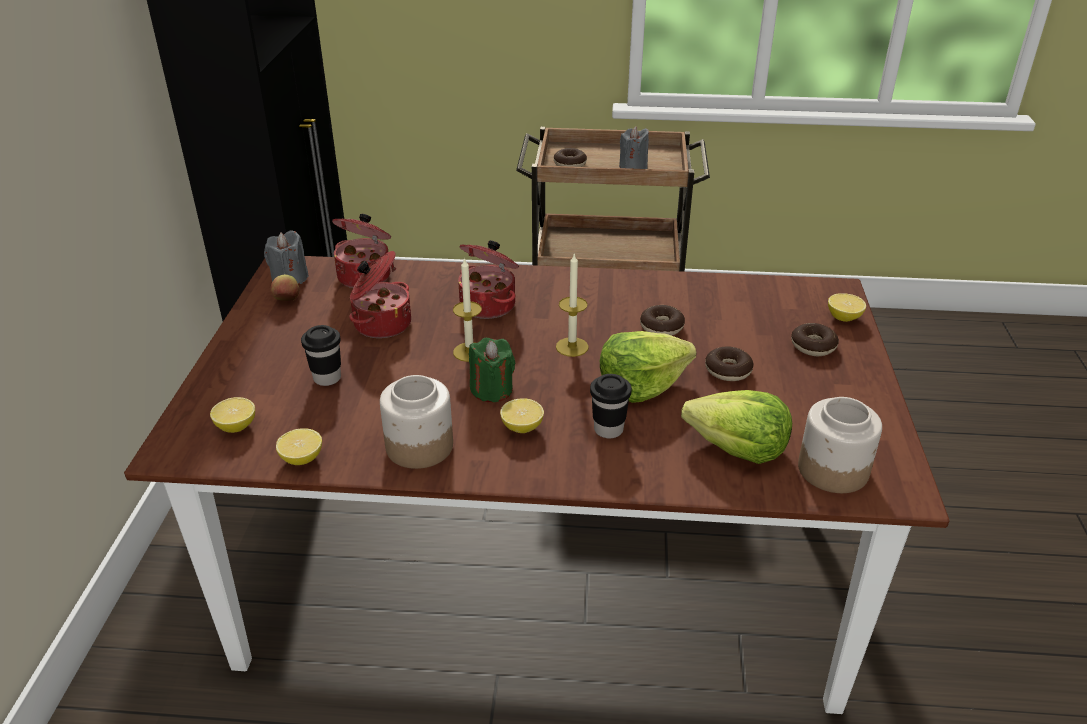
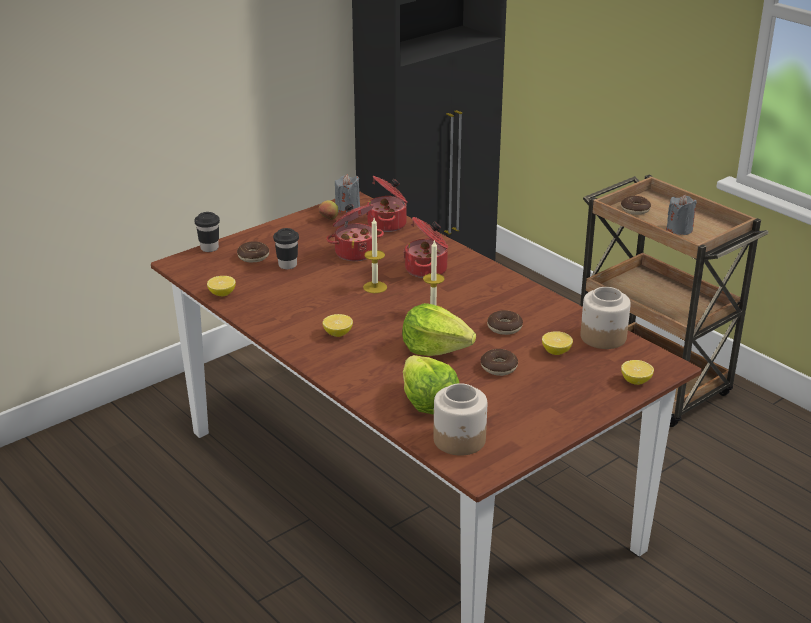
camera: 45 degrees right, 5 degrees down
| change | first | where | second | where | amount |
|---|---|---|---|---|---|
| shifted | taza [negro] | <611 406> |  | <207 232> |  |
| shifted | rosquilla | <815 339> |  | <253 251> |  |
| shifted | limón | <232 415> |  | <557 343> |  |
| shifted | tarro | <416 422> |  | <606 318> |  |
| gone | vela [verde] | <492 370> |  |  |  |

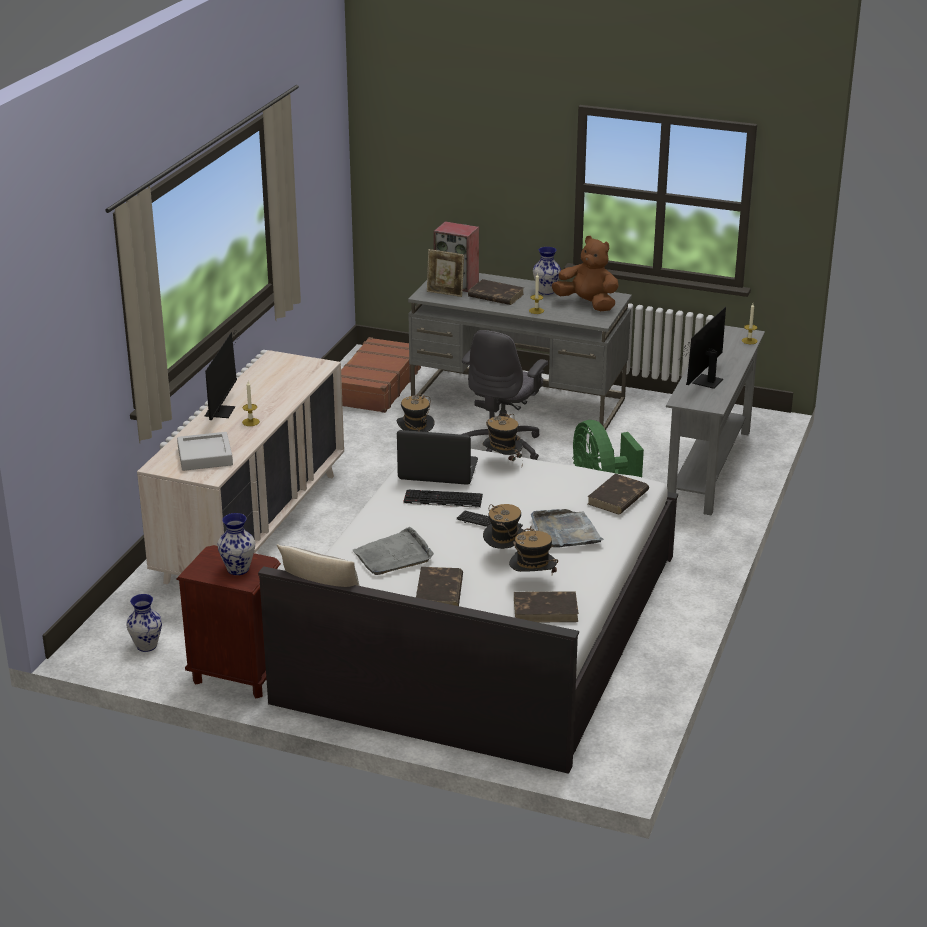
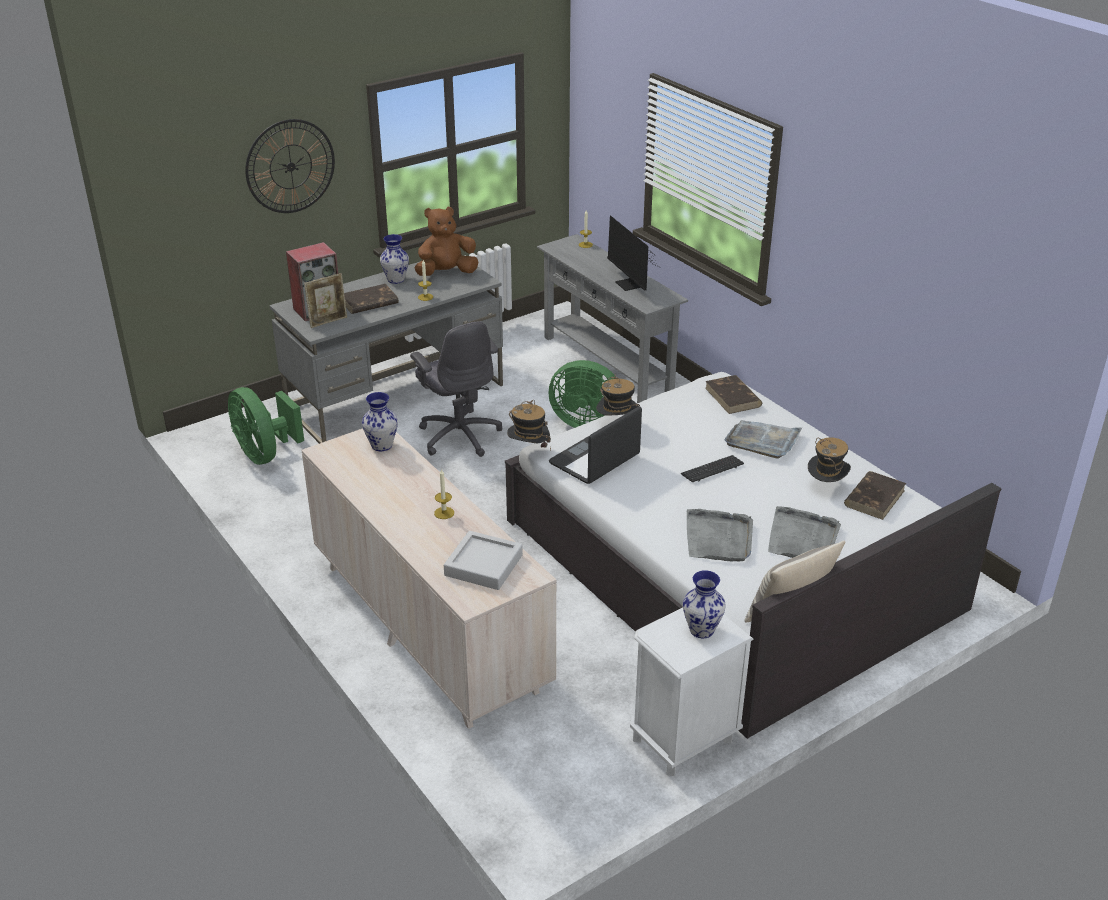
camera: 55 degrees left, 5 degrees up
| change | first | where | second | where | amount |
|---|---|---|---|---|---|
| swapped | maleta [marrón] | <381 375> | ventilador [verde] | <266 426> |  |
| new |  |  | reloj de pared | <290 166> |  |
| shifted | florero | <144 623> |  | <380 421> |  |
| repainted | mesita de noche [marrón] | <228 621> | mesita de noche [blanco] | <691 692> |  |
| swapped | libro [marrón] | <439 586> | bandeja [gris] | <804 532> |  |
| gone | monitor | <223 374> |  |  |  |
| gone | teclado | <443 498> |  |  |  |
| gone | sombrero | <504 526> |  |  |  |

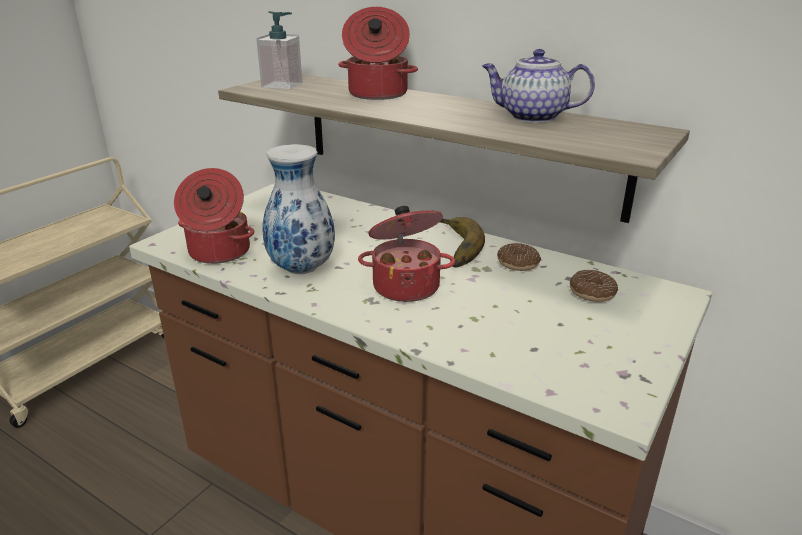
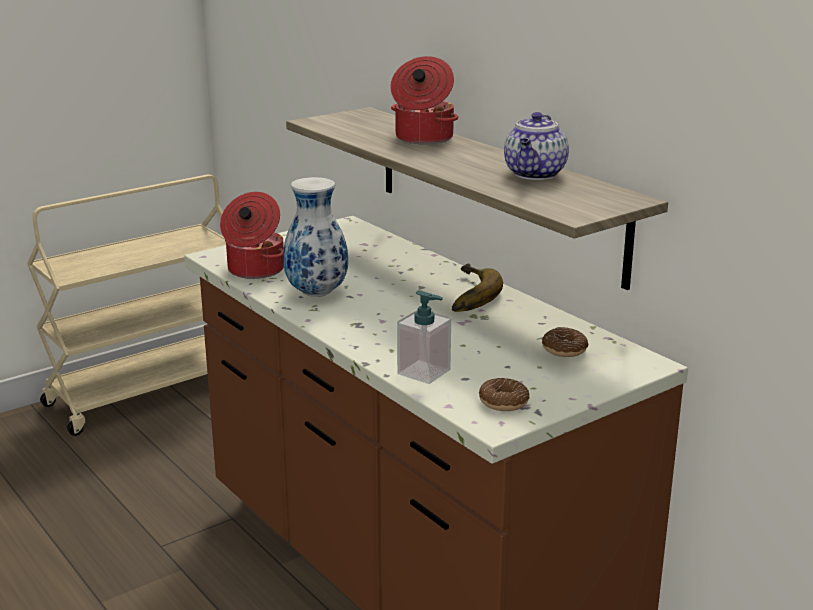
camera: 20 degrees right, 5 degrees down
| change | first | where | second | where | amount |
|---|---|---|---|---|---|
| shifted | dispensador de jabón | <279 50> |  | <424 337> |  |
| shifted | rosquilla | <519 257> |  | <504 394> |  |
| rotated | tetera | <538 86> |  | <536 146> | 105 degrees counterclockwise |
| gone | olla | <406 254> |  |  |  |

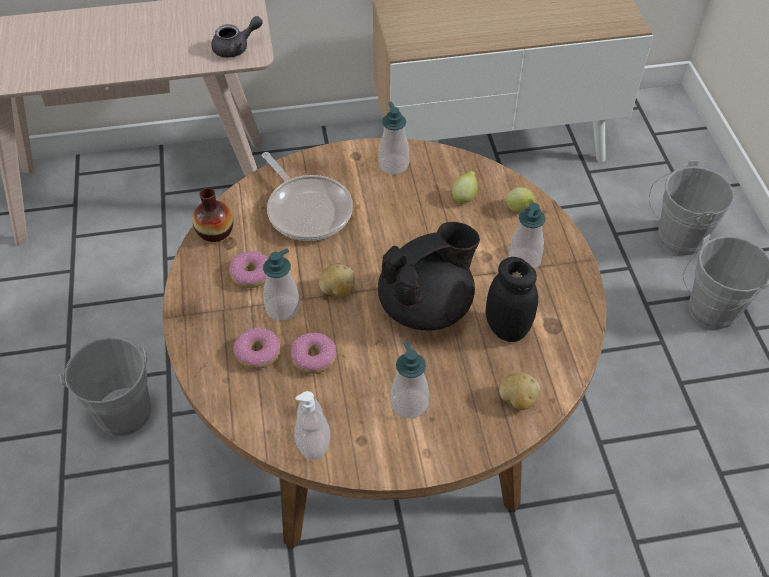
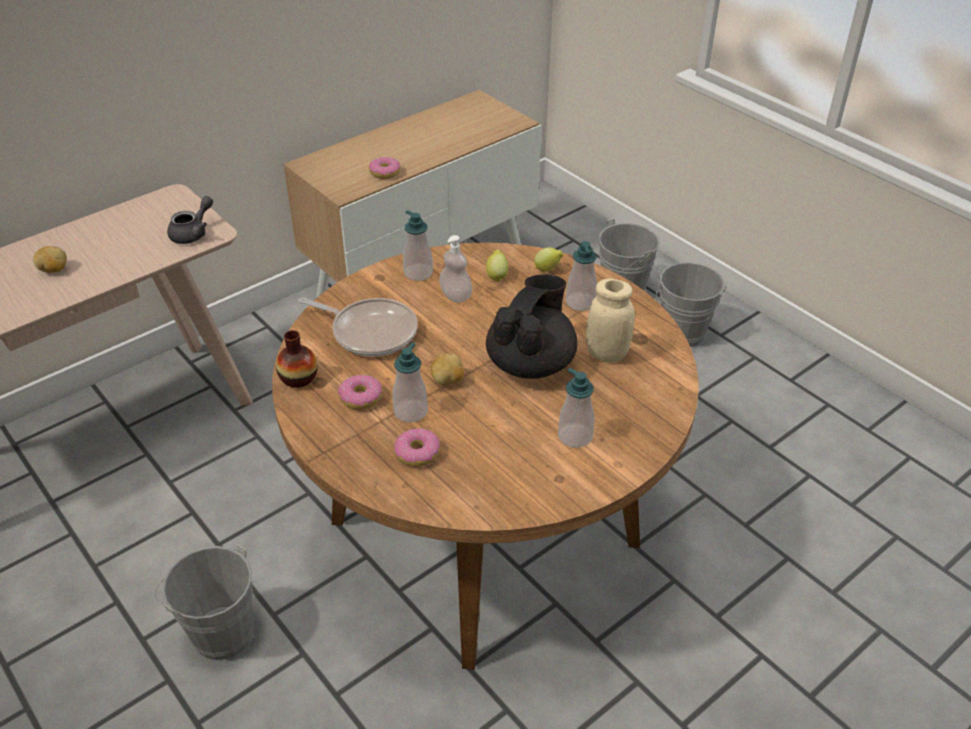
camera: 30 degrees left, 10 degrees down
| change | first | where | second | where | amount |
|---|---|---|---|---|---|
| shifted | patata | <519 391> |  | <50 259> |  |
| shifted | rosquilla | <313 353> |  | <385 168> |  |
| shifted | dispensador de jabón | <312 425> |  | <455 269> |  |
| repainted | tarro [negro] | <511 299> | tarro [beis] | <610 320> |  |

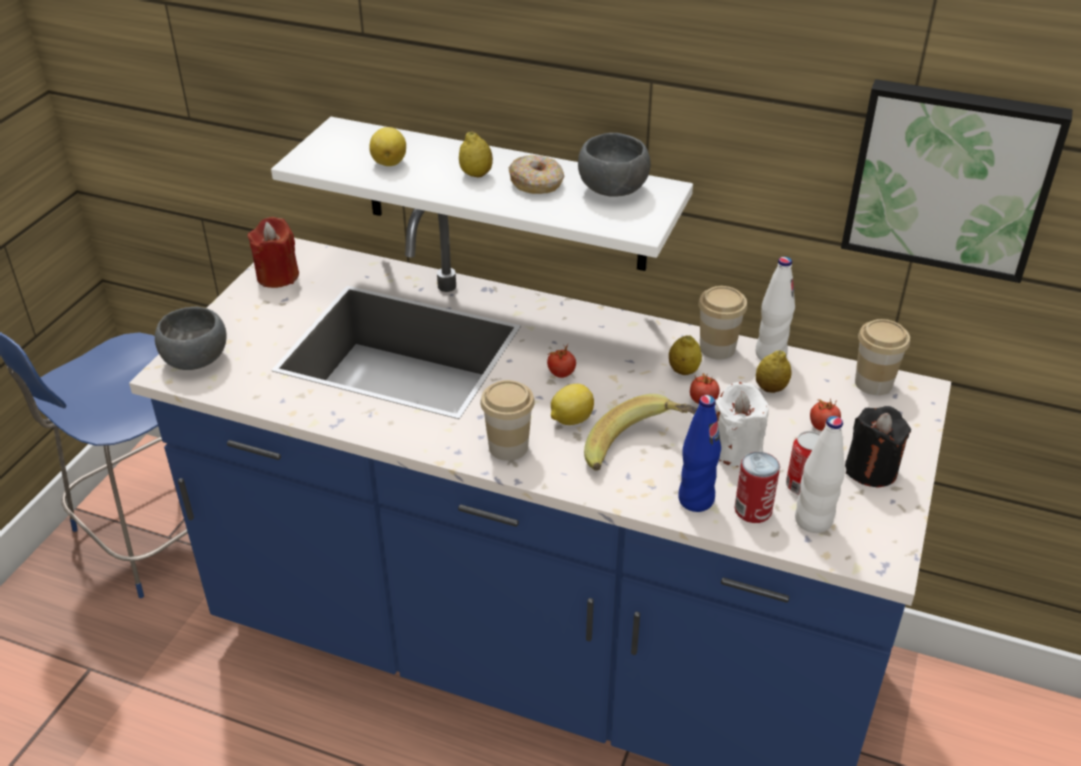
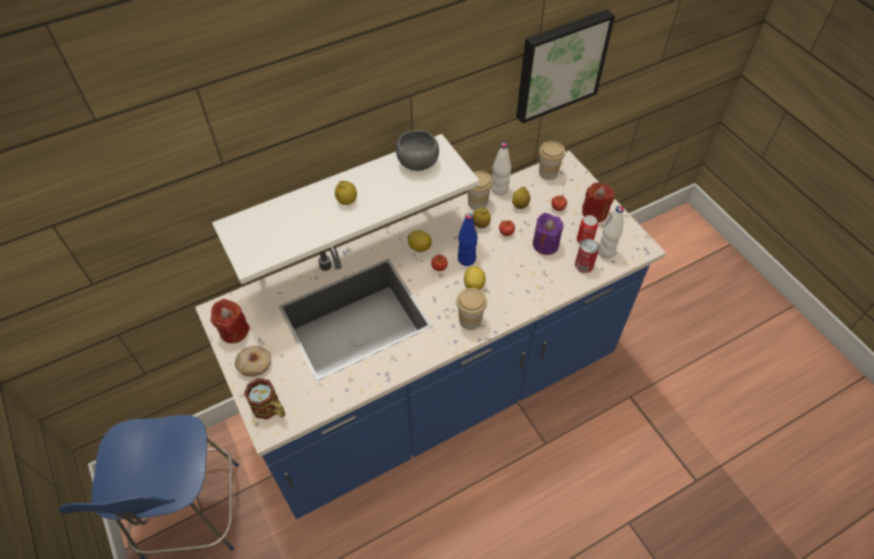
camera: 50 degrees left, 15 degrees up
| change | first | where | second | where | amount |
|---|---|---|---|---|---|
| shifted | rosquilla | <537 174> |  | <253 361> |  |
| swapped | cuenco [gris] | <191 338> | taza grande | <264 399> |  |
| shifted | limón | <387 146> |  | <420 241> |  |
| shifted | botella [azul] | <699 453> |  | <468 239> |  |
| repainted | vela [blanco] | <742 424> | vela [morado] | <548 233> |  |
| repainted | vela [negro] | <878 446> | vela [rojo] | <598 202> |  |
| gone | plátano | <641 432> |  |  |  |

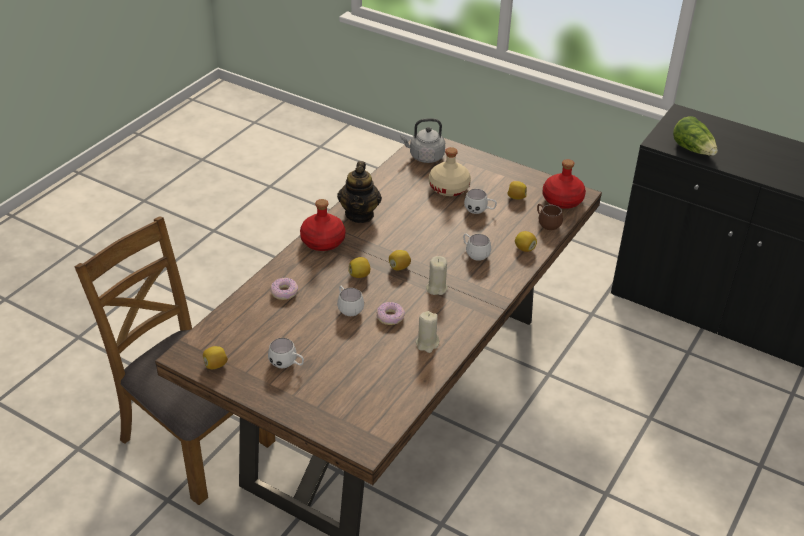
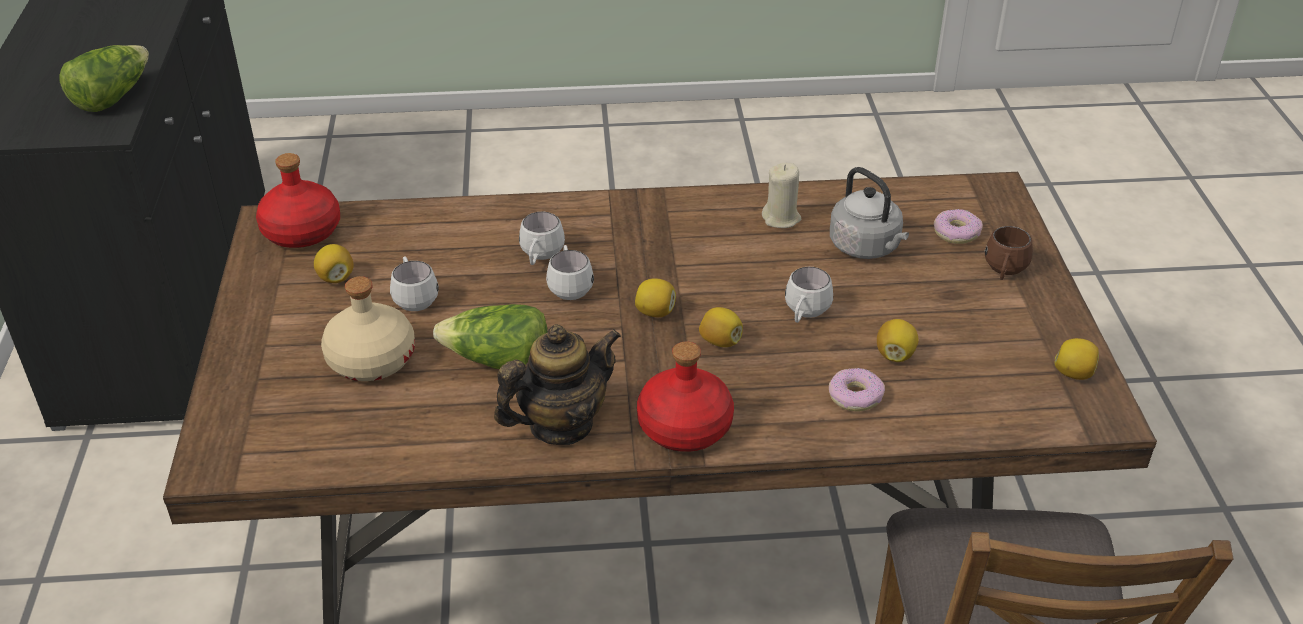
camera: 125 degrees left, 0 degrees up
| change | first | where | second | where | amount |
|---|---|---|---|---|---|
| new |  |  | lechuga | <490 336> |  |
| shifted | taza grande [blanco] | <286 353> |  | <570 272> |  |
| shifted | hervidor [gris] | <422 140> |  | <869 213> |  |
| shifted | limón | <526 241> |  | <898 340> |  |
| shifted | rosquilla | <391 313> |  | <958 226> |  |
| shifted | taza grande [marrón] | <550 217> |  | <1009 253> |  |
| gone | vela [beis] | <437 275> |  |  |  |

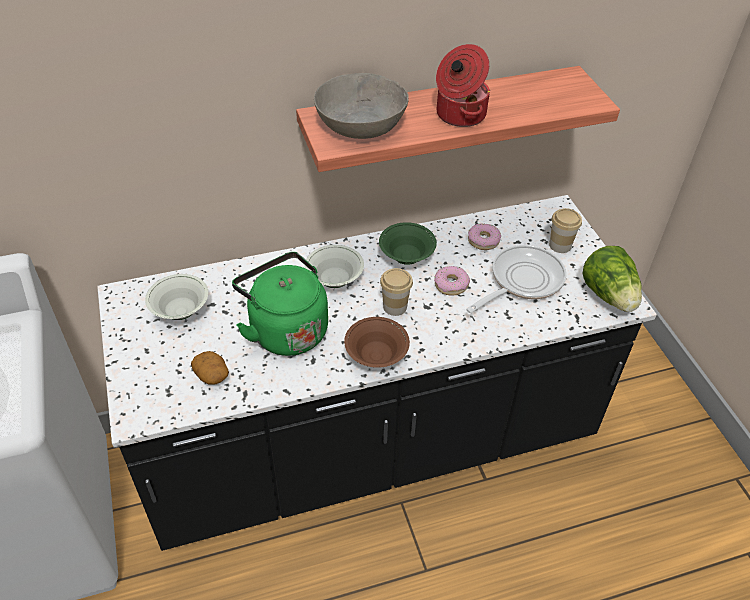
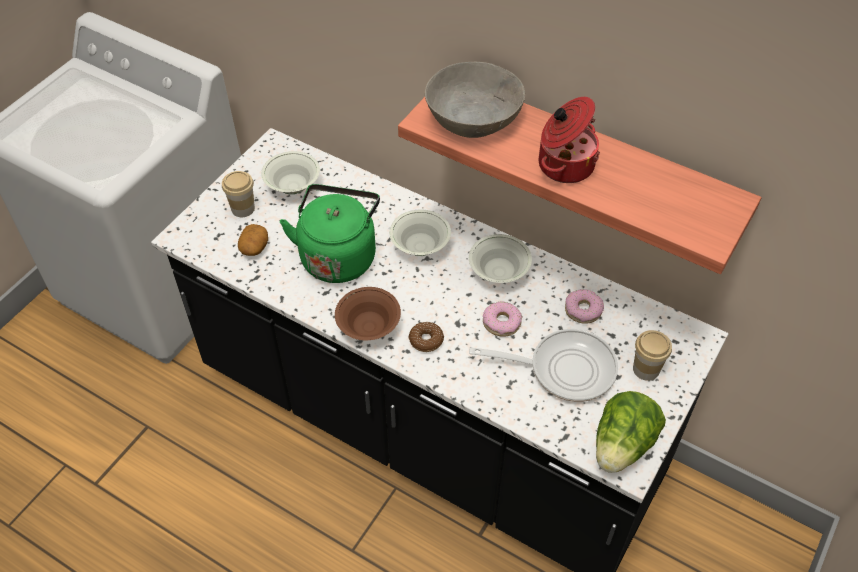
camera: 50 degrees right, 5 degrees up
| change | first | where | second | where | amount |
|---|---|---|---|---|---|
| shifted | taza | <396 292> |  | <238 194> |  |
| new |  |  | rosquilla | <426 337> |  |
| repainted | cuenco [verde] | <408 243> | cuenco [blanco] | <500 258> |  |

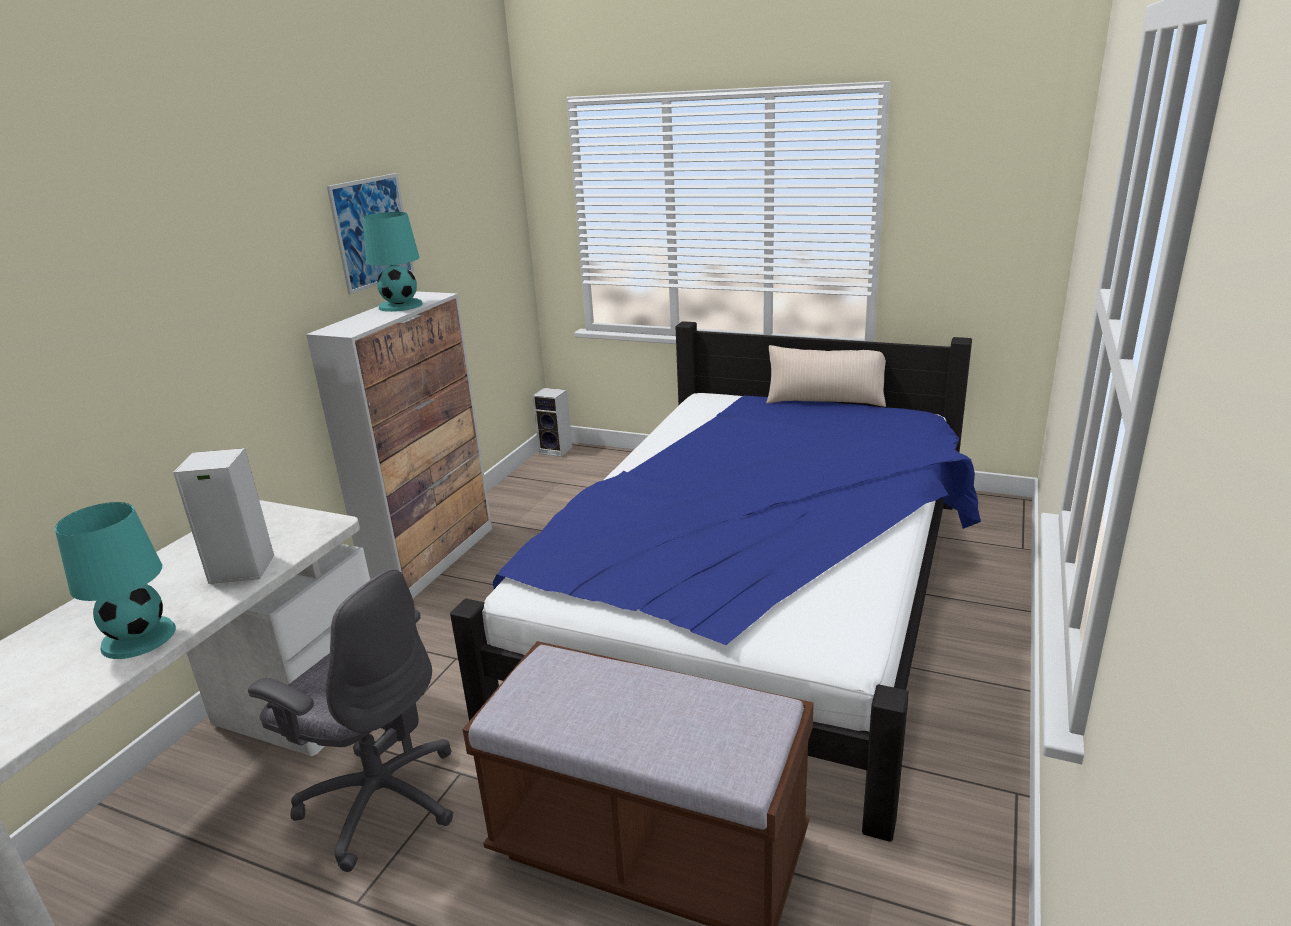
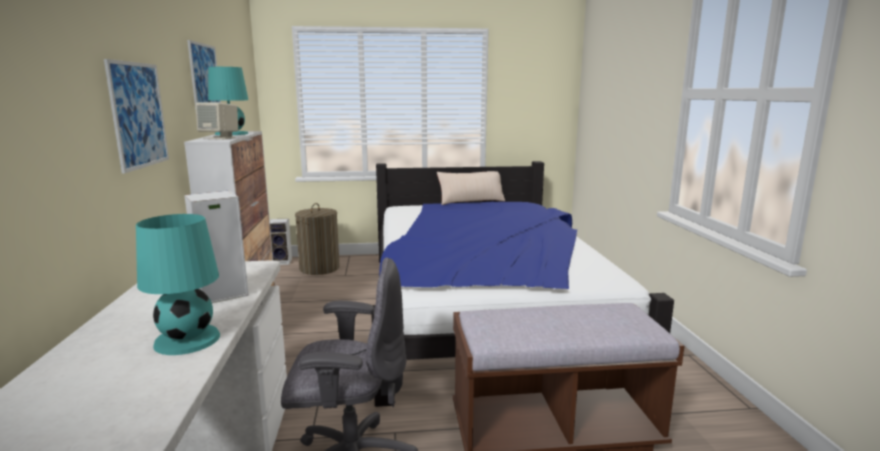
camera: 30 degrees left, 10 degrees down
| change | first | where | second | where | amount |
|---|---|---|---|---|---|
| new |  |  | cuadro | <136 116> |  |
| new |  |  | altavoz [beis] | <217 121> |  |
| new |  |  | cesto de la ropa | <317 239> |  |

